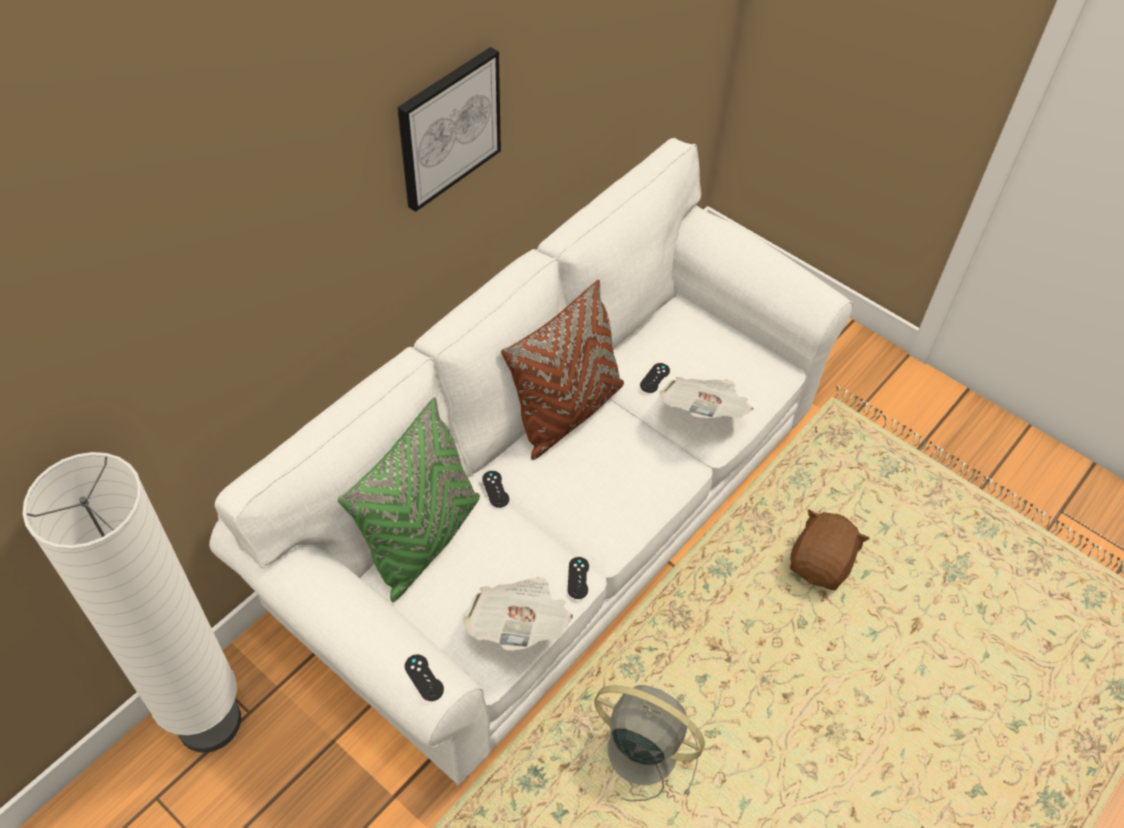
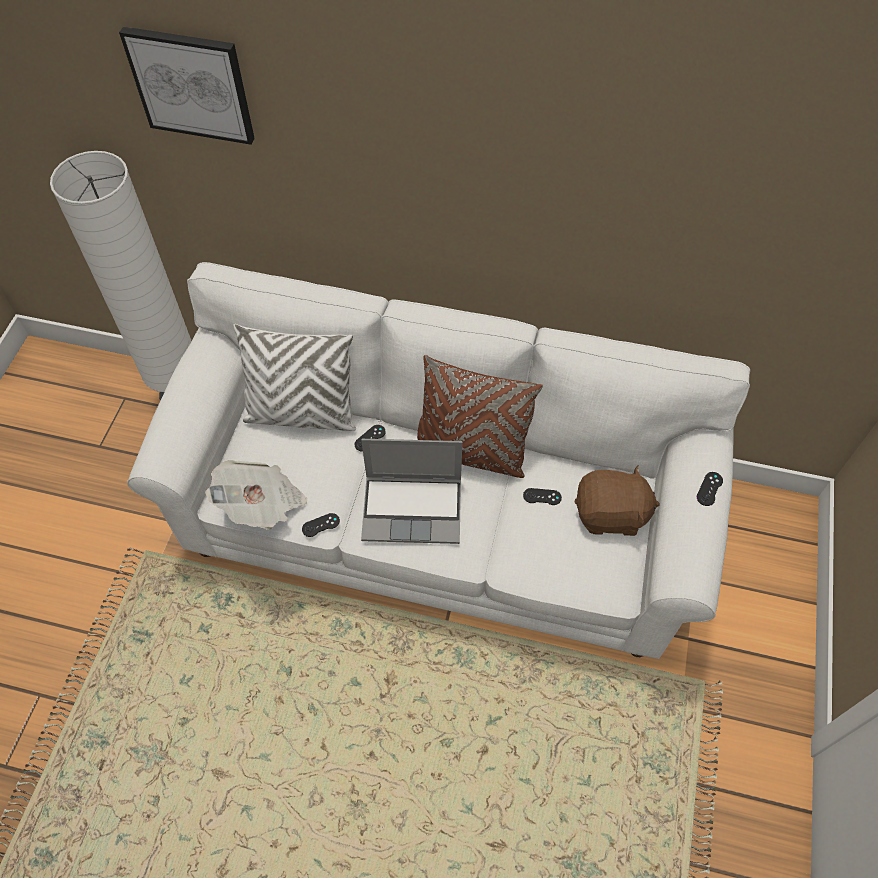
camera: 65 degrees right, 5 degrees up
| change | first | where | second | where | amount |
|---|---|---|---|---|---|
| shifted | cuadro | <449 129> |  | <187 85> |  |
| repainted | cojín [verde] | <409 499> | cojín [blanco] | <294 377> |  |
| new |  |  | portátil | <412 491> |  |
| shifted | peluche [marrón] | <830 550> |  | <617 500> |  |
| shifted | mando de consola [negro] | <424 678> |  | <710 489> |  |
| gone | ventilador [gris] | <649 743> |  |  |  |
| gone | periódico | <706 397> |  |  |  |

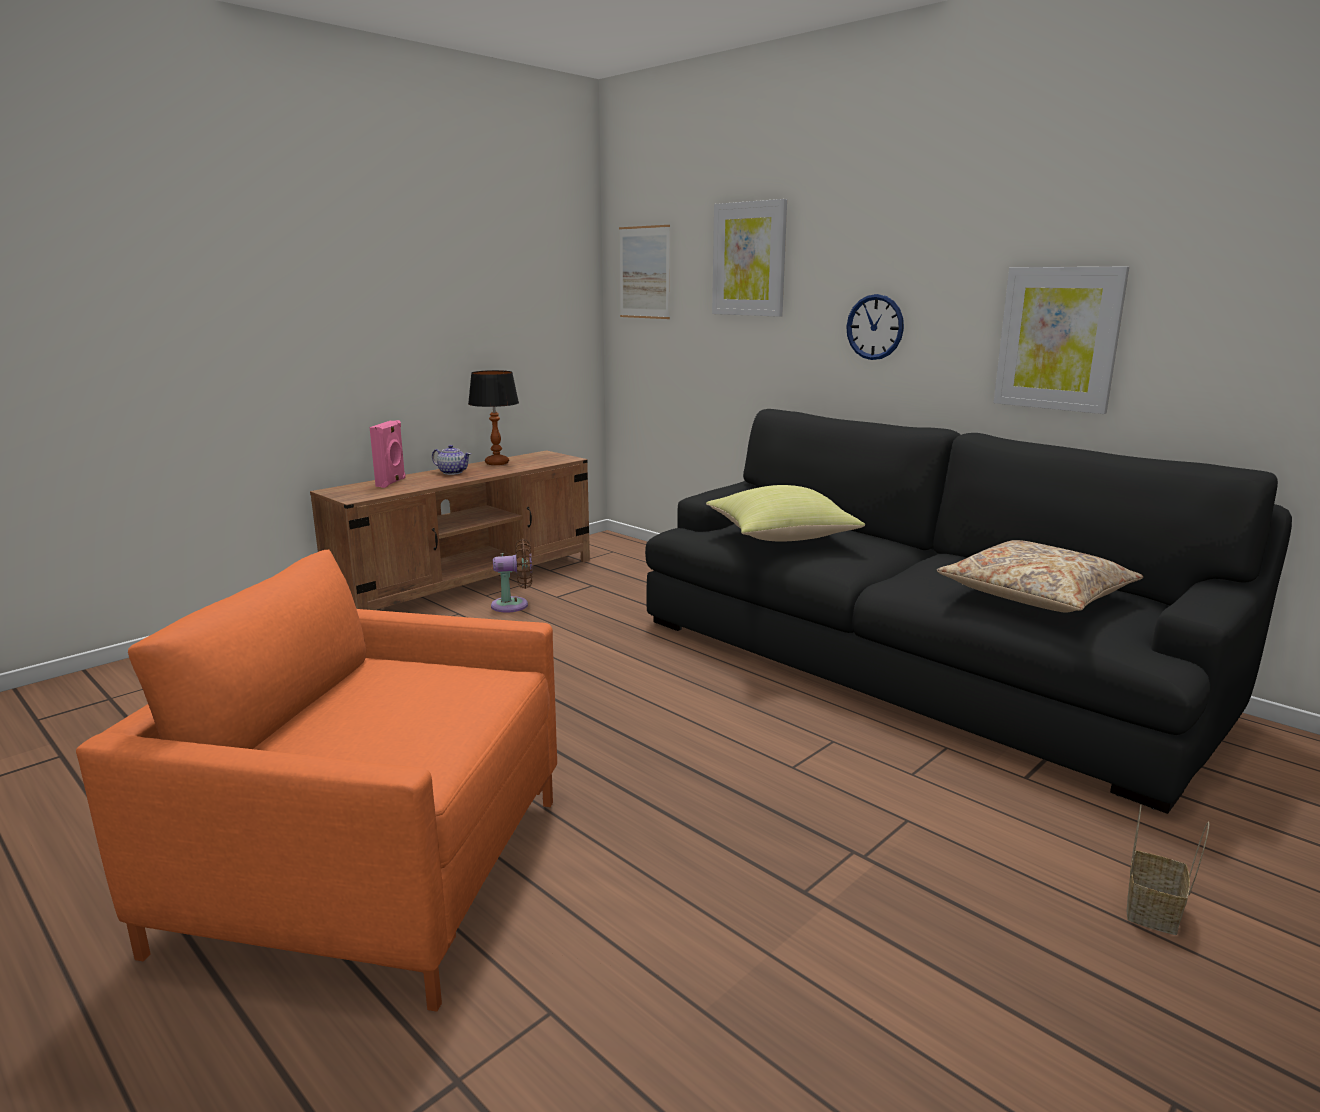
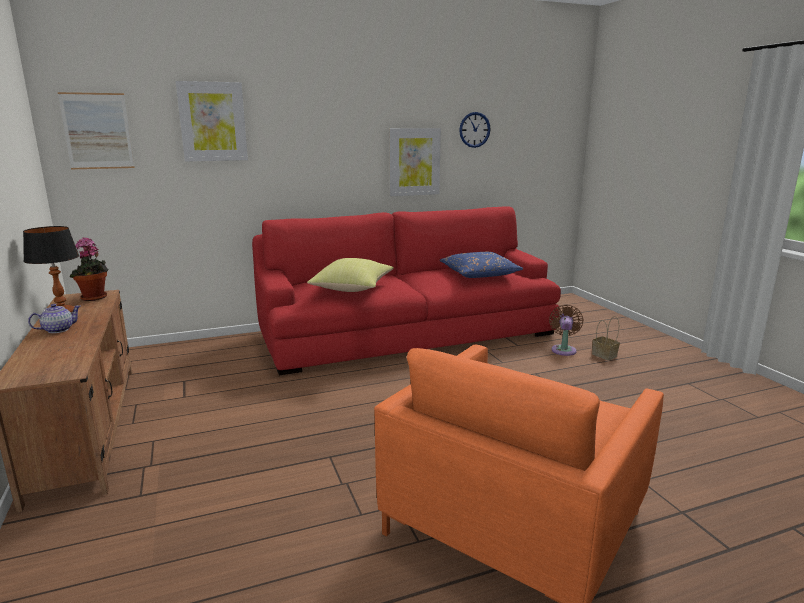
camera: 65 degrees left, 0 degrees up
| change | first | where | second | where | amount |
|---|---|---|---|---|---|
| new |  |  | planta en maceta | <89 269> |  |
| repainted | sofá [negro] | <968 611> | sofá [rojo] | <406 290> |  |
| repainted | cojín [beis] | <1040 576> | cojín [azul] | <482 265> |  |
| shifted | reloj de pared | <875 327> |  | <475 130> |  |
| shifted | ventilador [marrón] | <511 575> |  | <566 330> |  |
| gone | altavoz [rosa] | <388 454> |  |  |  |

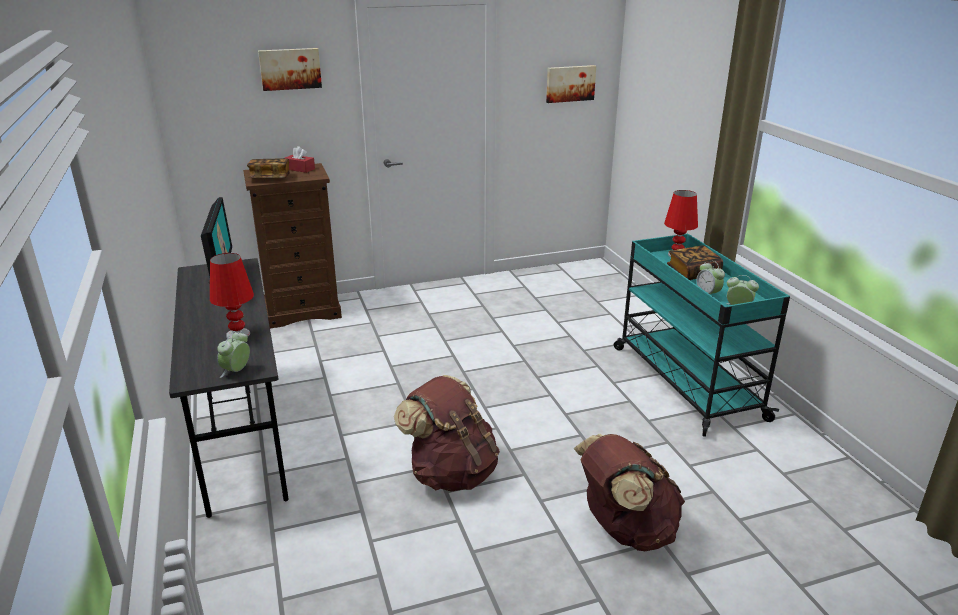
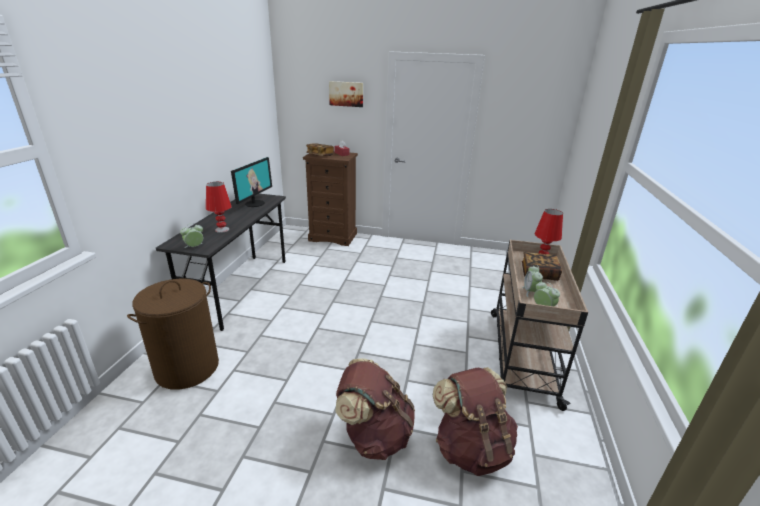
camera: 30 degrees right, 0 degrees up
| change | first | where | second | where | amount |
|---|---|---|---|---|---|
| new |  |  | cesto de la ropa [marrón] | <173 334> |  |
| shifted | mochila [marrón] | <447 433> |  | <475 421> |  |
| repainted | carrito [turquesa] | <702 335> | carrito [beis] | <539 325> |  |
| gone | cuadro | <571 84> |  |  |  |

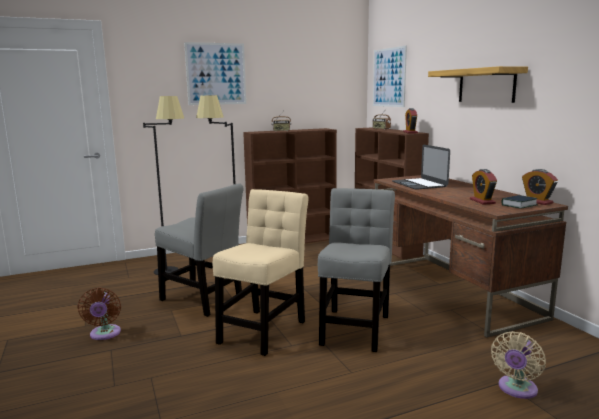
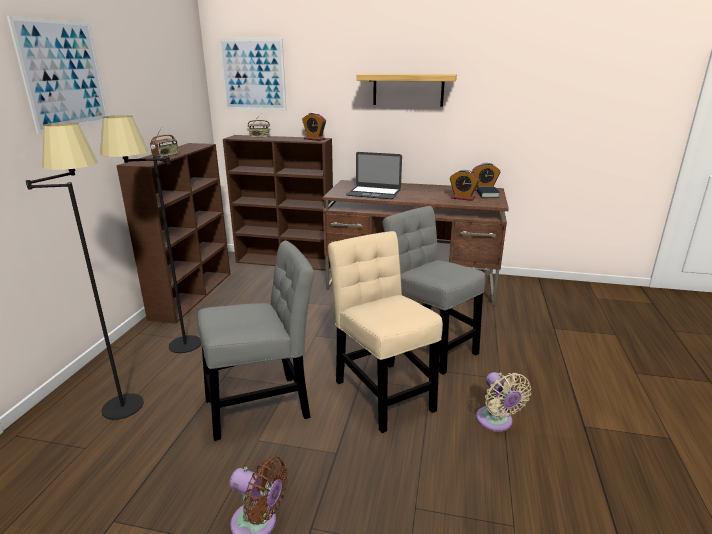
camera: 55 degrees left, 10 degrees up
| change | first | where | second | where | amount |
|---|---|---|---|---|---|
| shifted | ventilador [beis] | <518 365> |  | <503 402> |  |

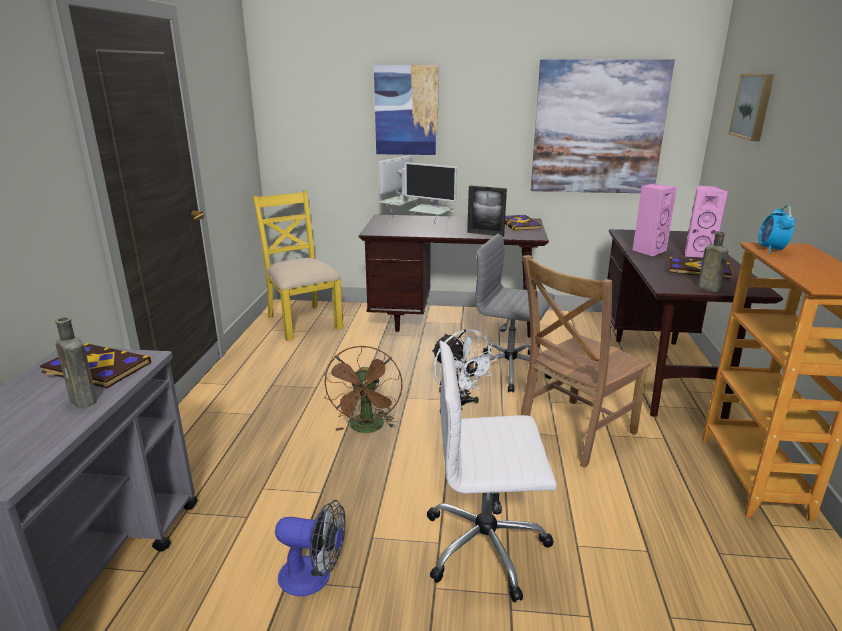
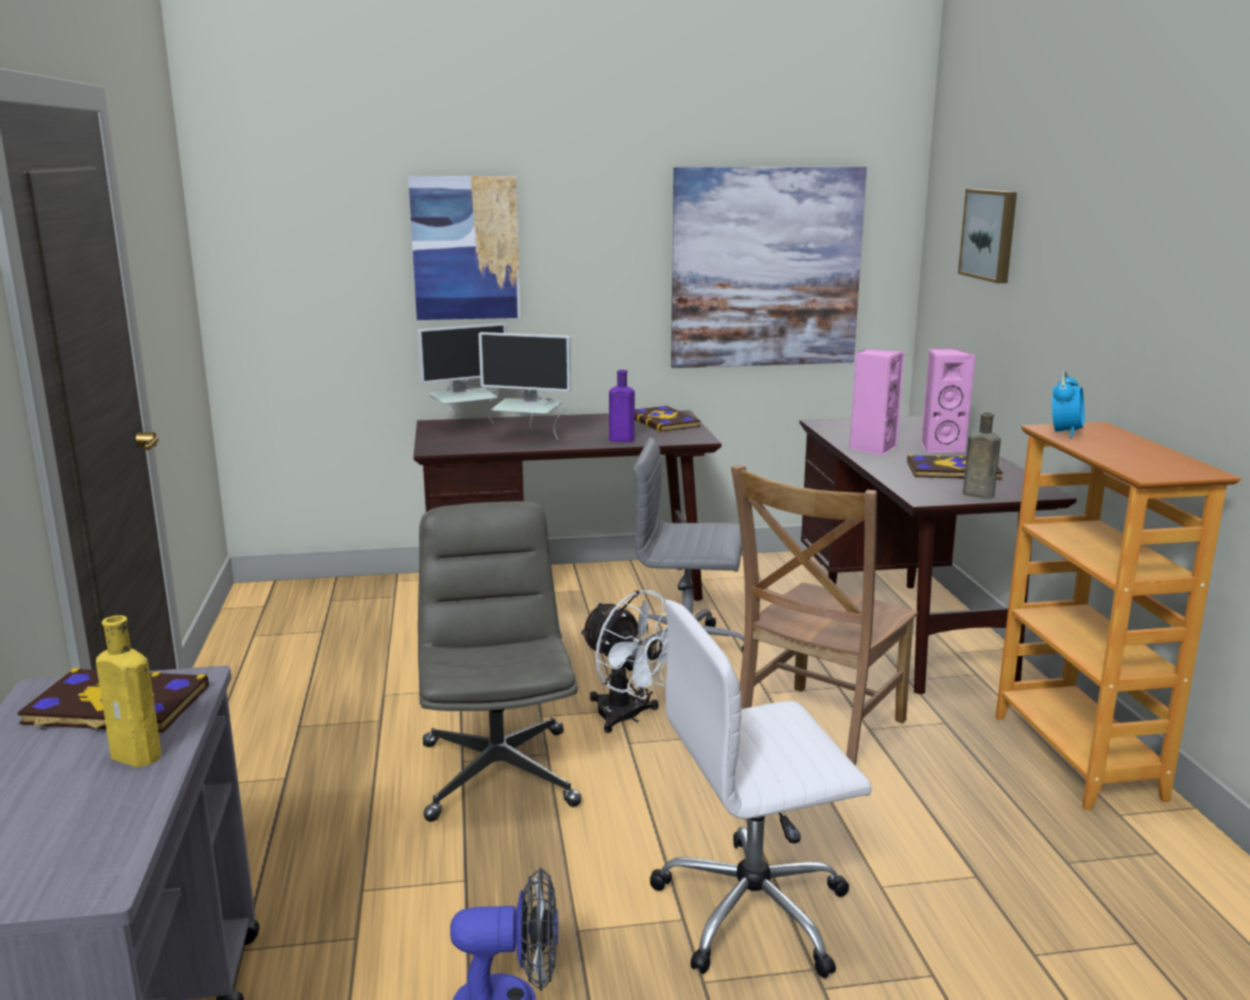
camera: 15 degrees left, 5 degrees down
| change | first | where | second | where | amount |
|---|---|---|---|---|---|
| repainted | botella [marrón] | <76 362> | botella [amarillo] | <128 691> |  |
| rotated | monitor | <398 189> |  | <462 373> | 135 degrees counterclockwise |
| swapped | ventilador [marrón] | <363 389> | silla de oficina [gris] | <499 661> |  |
| swapped | portarretratos | <487 211> | botella [morado] | <622 406> |  |
| rotated | despertador | <776 229> |  | <1068 404> | 150 degrees counterclockwise |
| gone | silla [amarillo] | <298 266> |  |  |  |

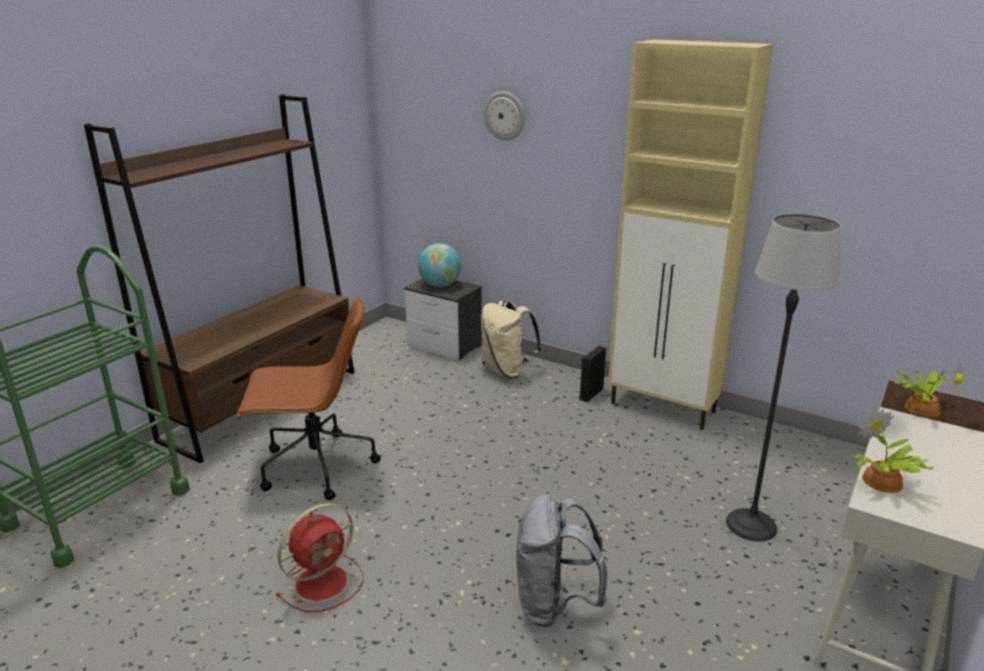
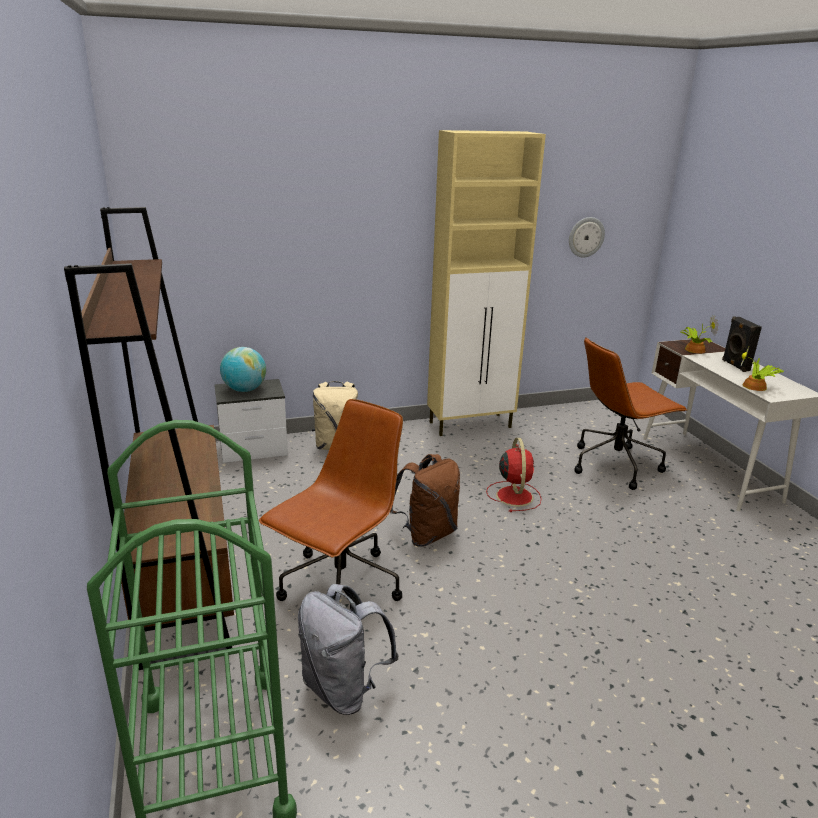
camera: 50 degrees left, 0 degrees up
| change | first | where | second | where | amount |
|---|---|---|---|---|---|
| shifted | mochila [gris] | <561 560> |  | <348 649> |  |
| new |  |  | mochila [marrón] | <425 500> |  |
| shifted | ventilador [rojo] | <319 557> |  | <514 475> |  |
| shifted | reloj de pared | <504 116> |  | <587 237> |  |
| swapped | lámpara de pie | <783 378> | silla de oficina [marrón] | <630 413> |  |
| shifted | altavoz [negro] | <592 373> |  | <742 344> |  |

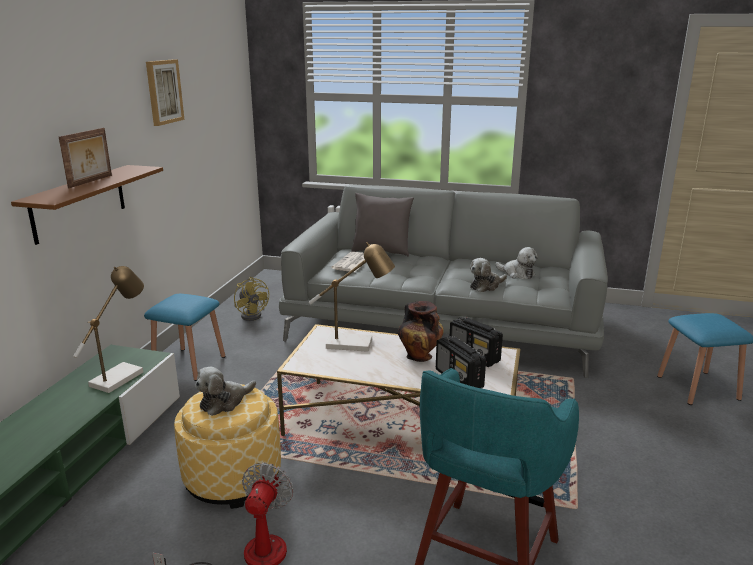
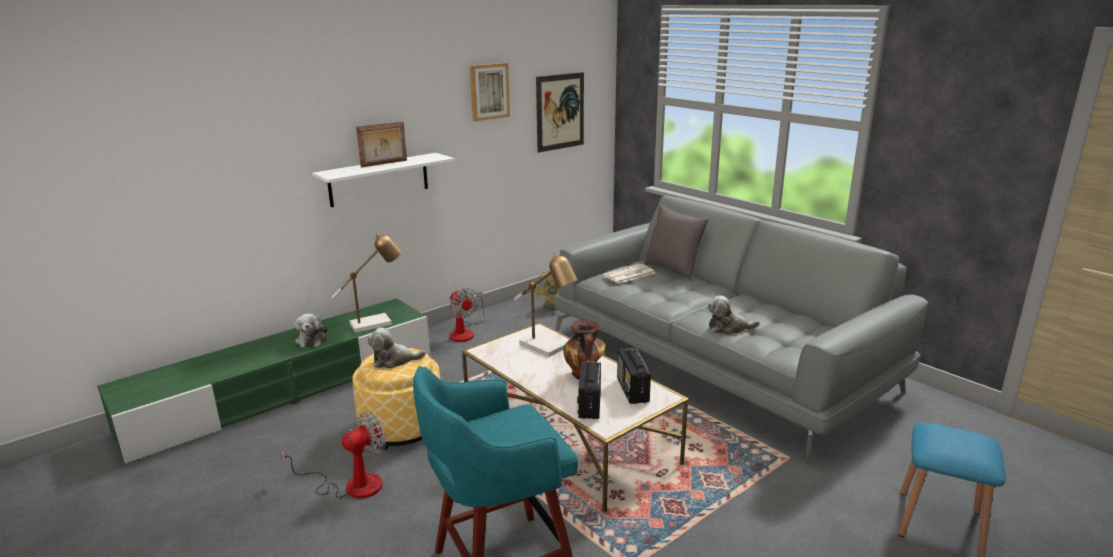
camera: 35 degrees right, 0 degrees up
| change | first | where | second | where | amount |
|---|---|---|---|---|---|
| shifted | peluche | <517 263> |  | <311 331> |  |
| repainted | estante [marrón] | <87 205> | estante [blanco] | <383 180> |  |
| swapped | taburete [azul] | <184 337> | ventilador | <467 315> |  |
| new |  |  | cuadro | <560 112> |  |

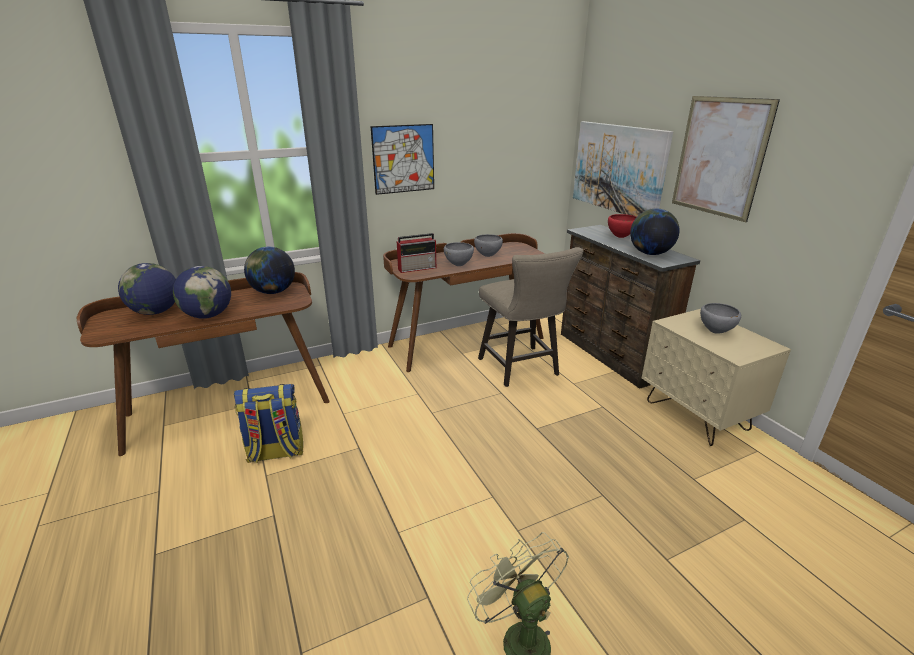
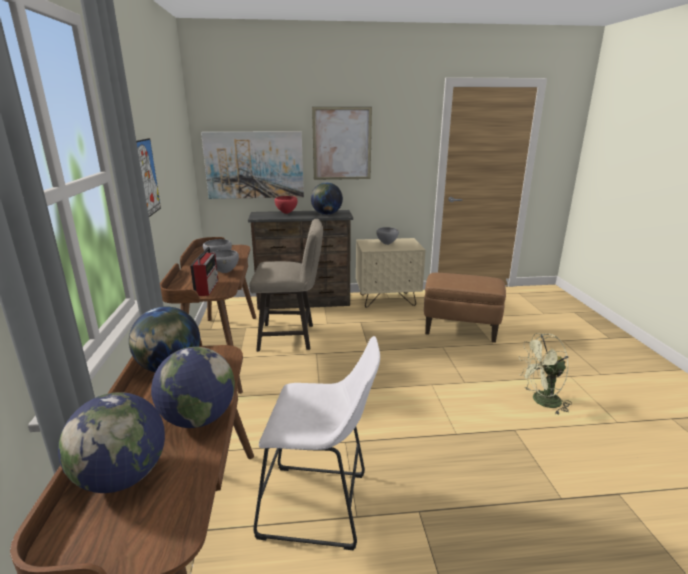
camera: 70 degrees left, 5 degrees down
| change | first | where | second | where | amount |
|---|---|---|---|---|---|
| swapped | mochila | <268 423> | taburete [blanco] | <316 443> |  |
| new |  |  | puf [marrón] | <465 308> |  |

